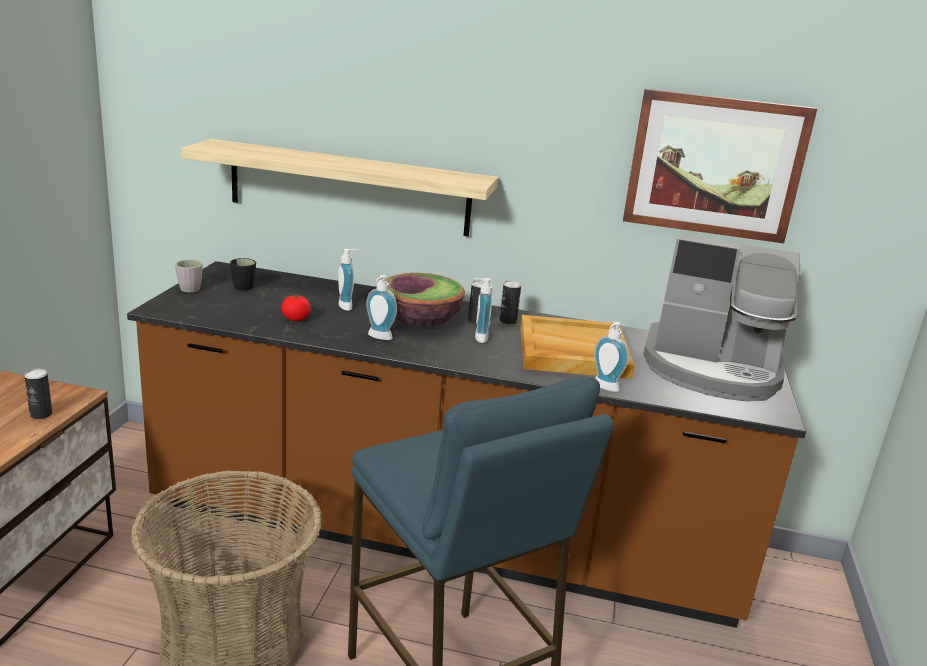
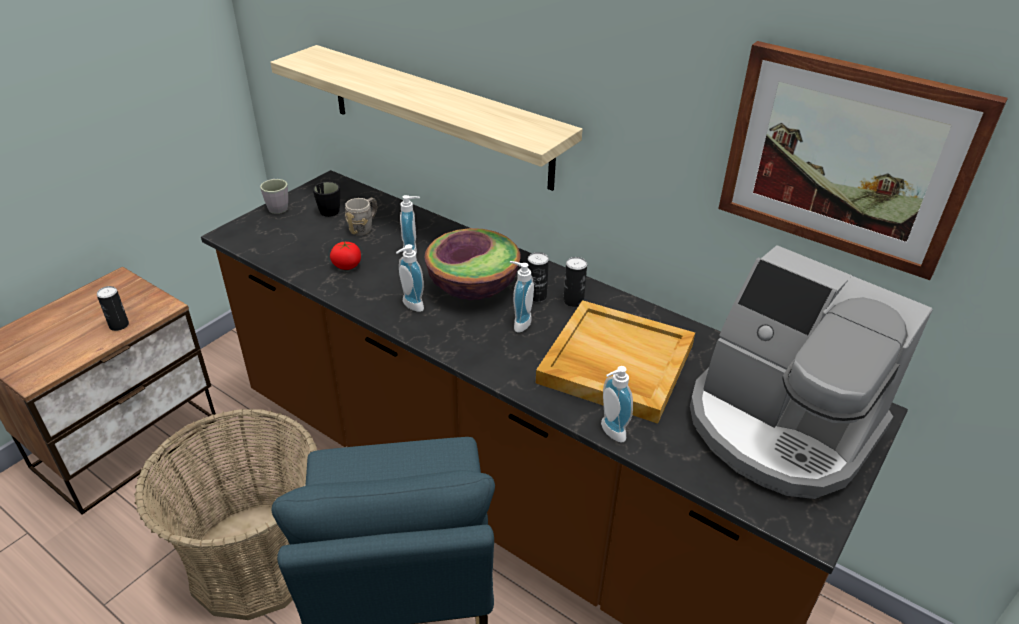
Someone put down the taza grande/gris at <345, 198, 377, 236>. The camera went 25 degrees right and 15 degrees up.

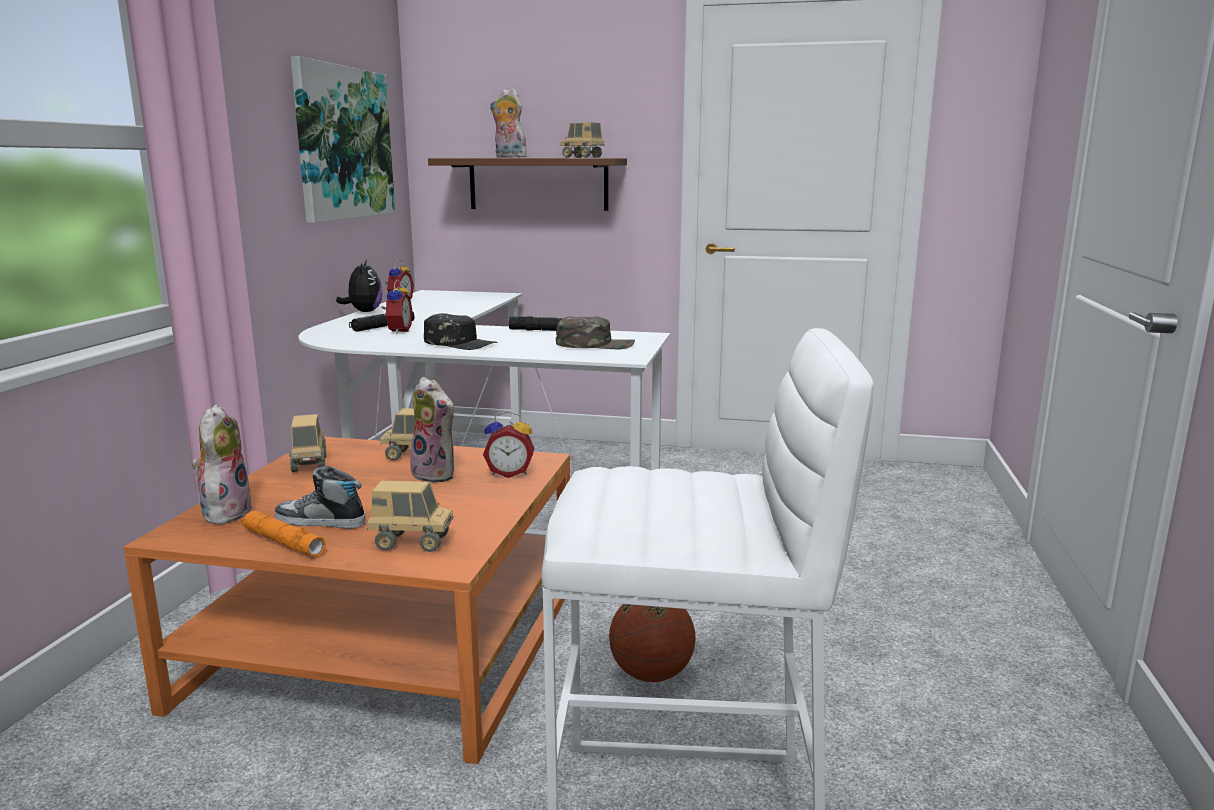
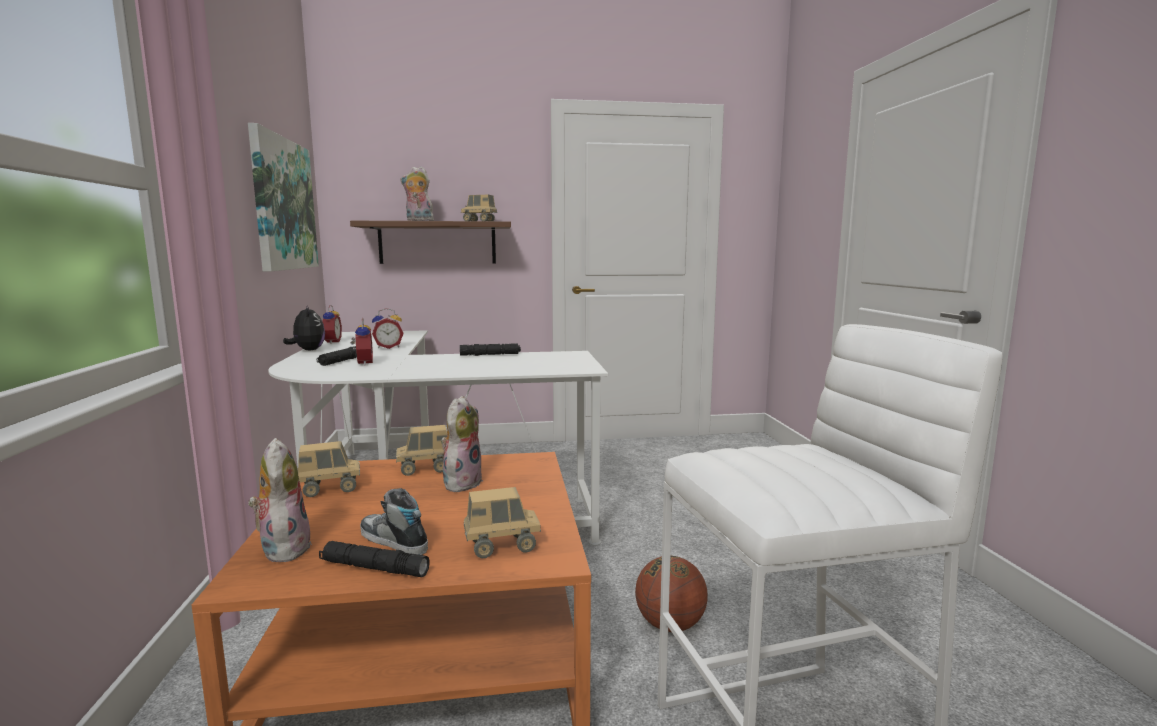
Someone took away the gorra/negro at <424, 313, 498, 350>. Someone took away the gorra/verde at <556, 316, 635, 350>. Someone rotated the peluche at <410, 377, 455, 483> by 90 degrees counterclockwise. Someone carried the despertador from <483, 411, 534, 478> to <372, 308, 404, 349>. Someone rotated the camión de juguete at <289, 414, 327, 472> by 105 degrees clockwise. Someone rotated the zapato at <274, 466, 366, 529> by 45 degrees clockwise. Someone repainted the linterna/naranja at <241, 511, 326, 557>, which became the linterna/negro at <319, 541, 430, 577>. The camera went 20 degrees left and 5 degrees down.

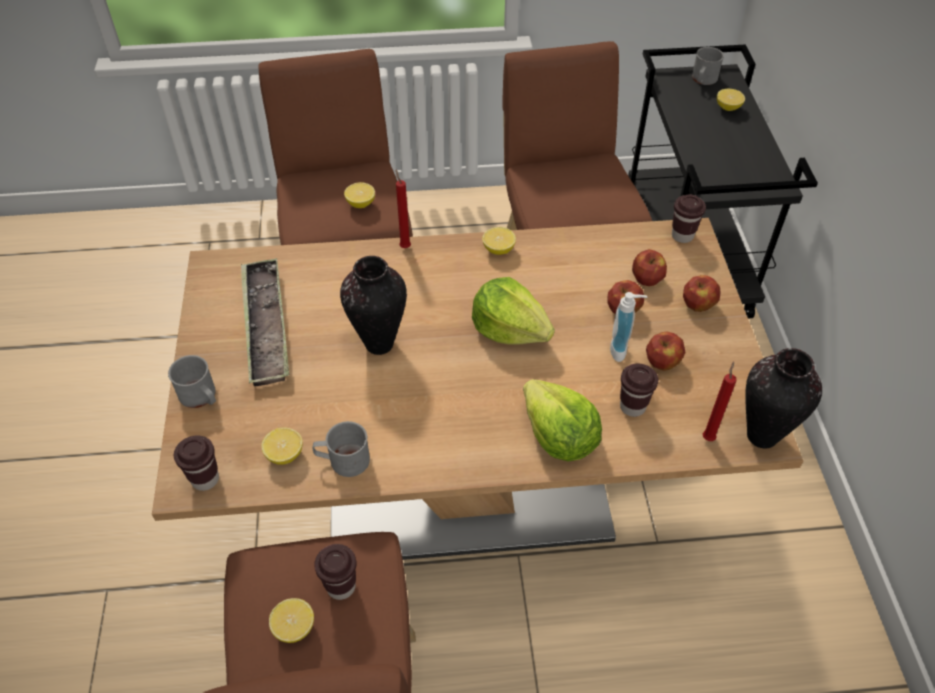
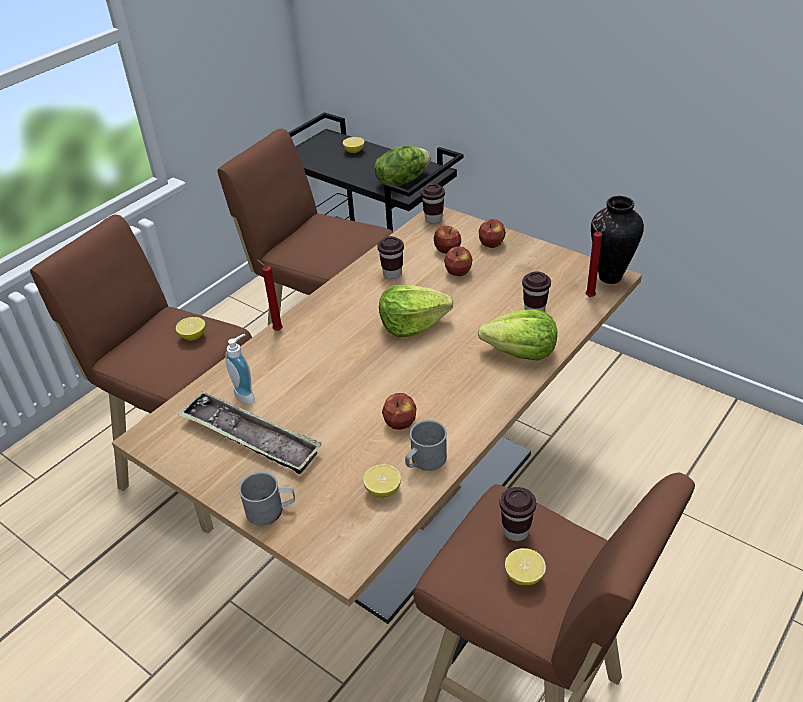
Someone took away the taza grande/gris at <692, 47, 724, 85>. Someone took away the limón at <482, 227, 516, 255>. Someone took away the florero at <340, 256, 407, 355>. Someone carried the dispensador de jabón from <610, 292, 647, 362> to <225, 334, 255, 404>. Someone carried the manzana from <646, 331, 685, 371> to <382, 393, 417, 430>. Someone carried the taza/marrón from <174, 435, 219, 491> to <377, 236, 404, 279>. Someone put down the lechuga at <374, 146, 431, 186>. The camera went 45 degrees left and 10 degrees down.

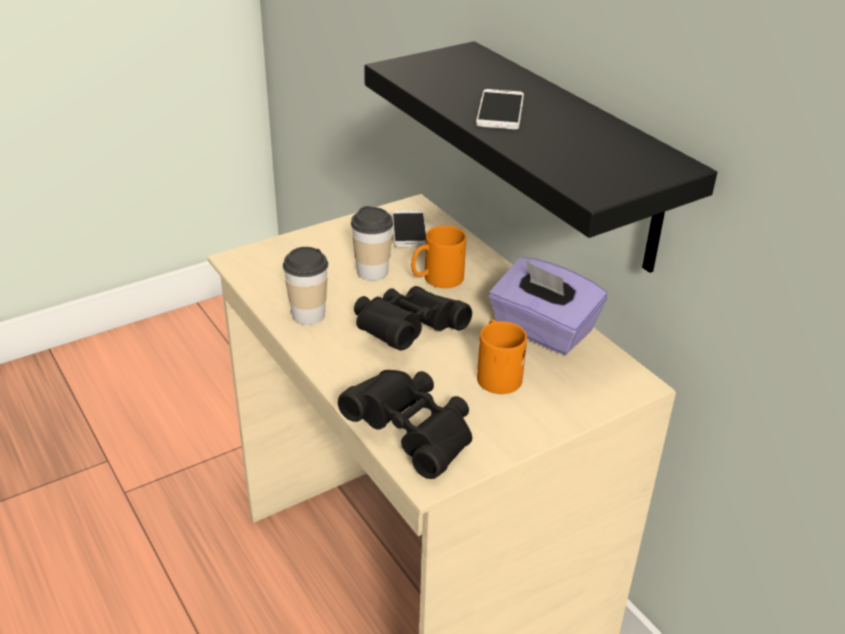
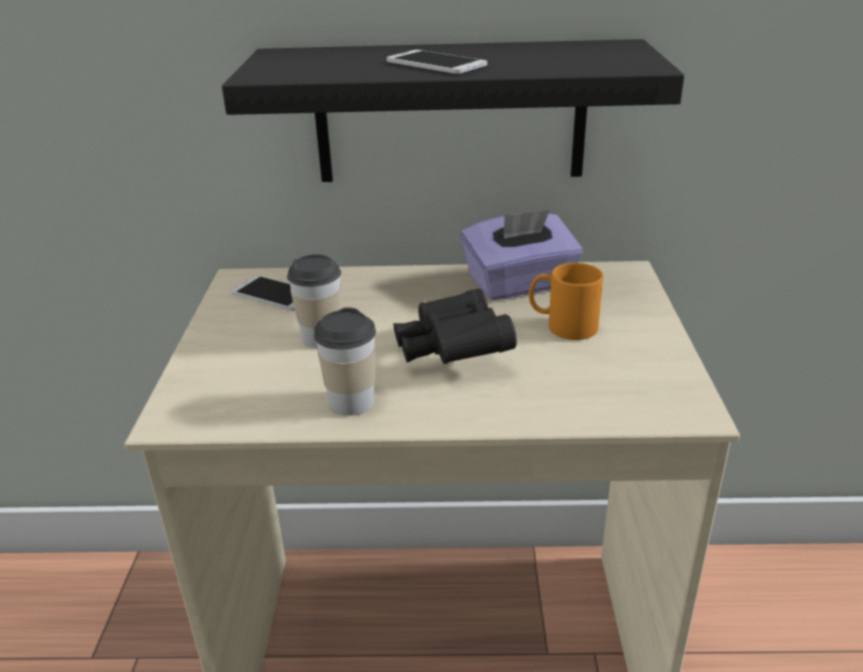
Someone took away the taza grande/naranja at <411, 226, 466, 288>. Someone took away the prismáticos/negro at <338, 370, 472, 479>. The camera went 55 degrees left and 5 degrees down.

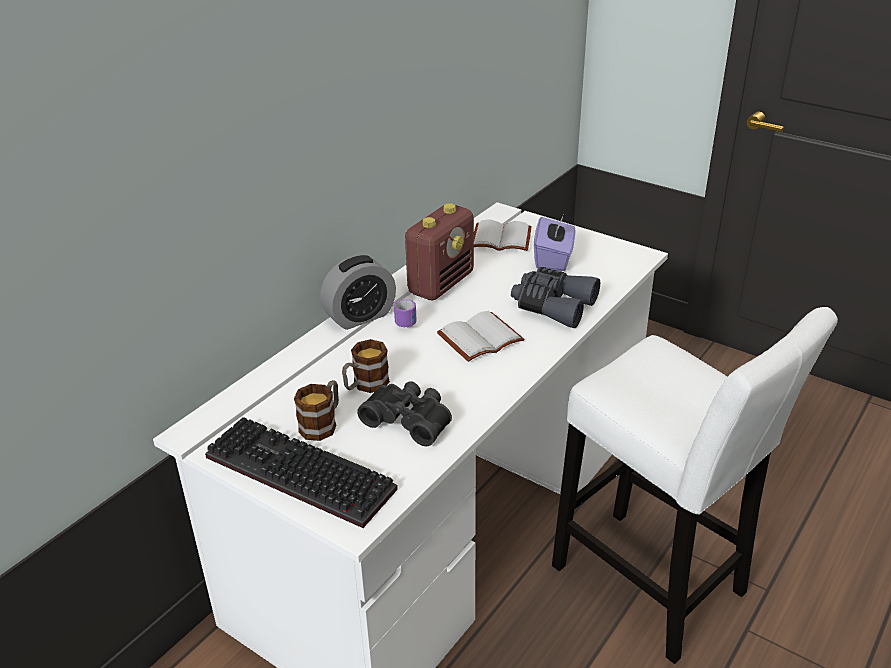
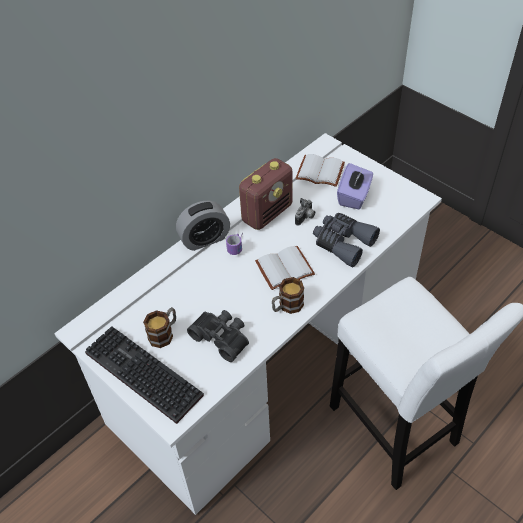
Someone carried the taza grande from <342, 339, 390, 393> to <272, 277, 304, 314>. Someone put down the cámara at <295, 198, 315, 225>. The camera went 10 degrees right and 15 degrees up.

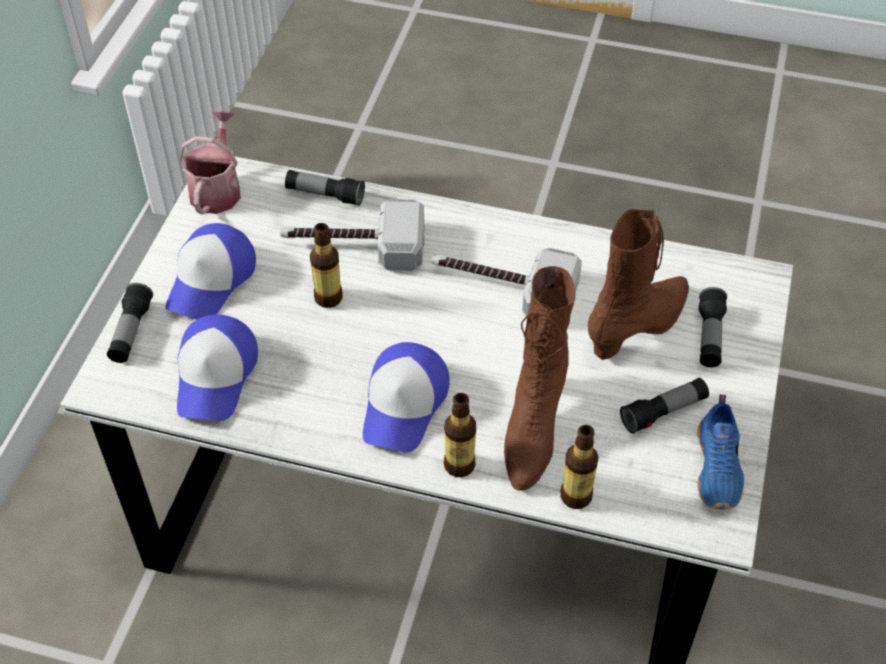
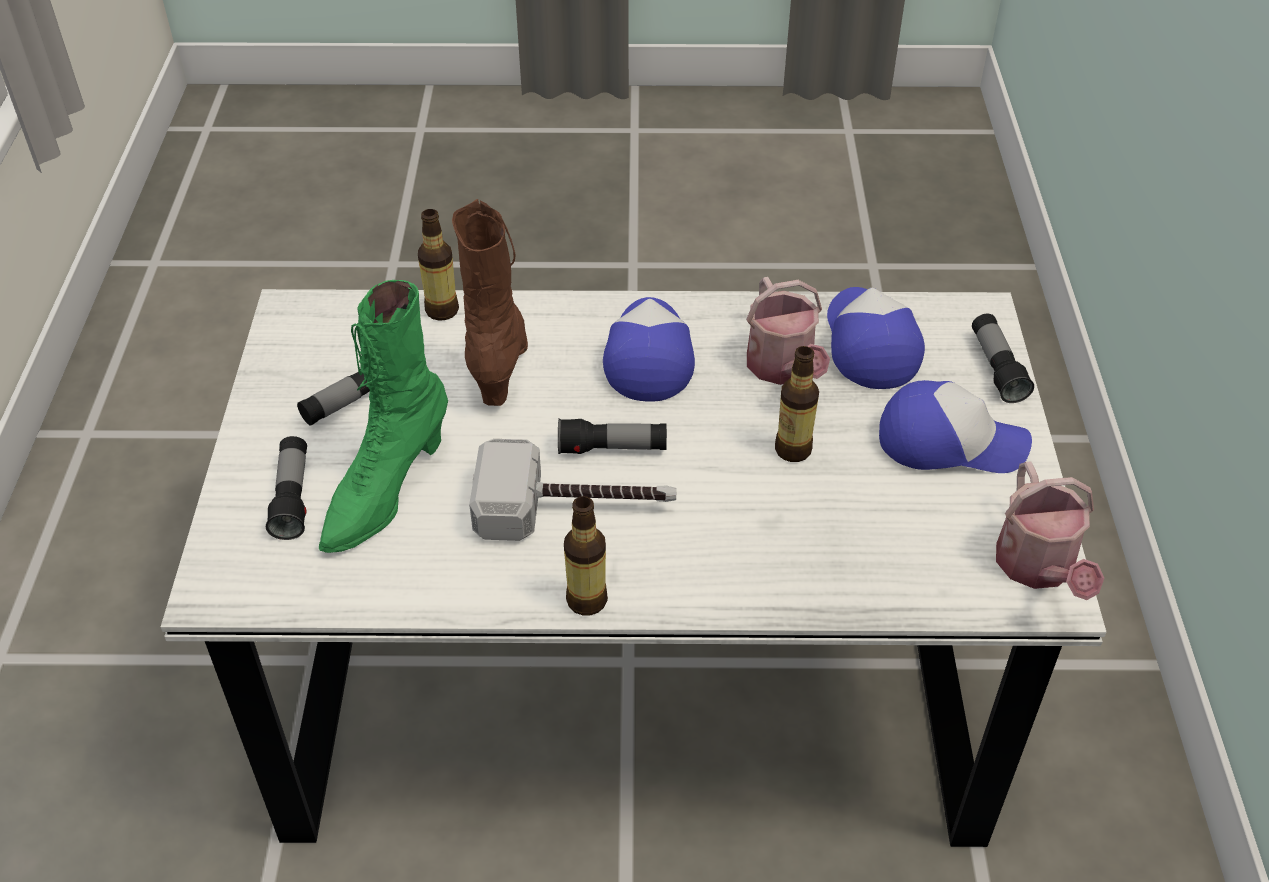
Someone carried the linterna from <285, 170, 365, 206> to <558, 418, 667, 454>. Someone took away the martillo at <280, 199, 425, 271>. Someone repainted the bota/marrón at <588, 209, 689, 360>, which became the bota/verde at <319, 280, 448, 553>. Someone rotated the gorra at <166, 223, 256, 320> by 90 degrees clockwise. Someone carried the botella from <444, 393, 476, 477> to <564, 496, 608, 615>. Someone took away the zapato/azul at <697, 394, 744, 509>. Someone put down the regadera at <746, 277, 830, 385>. The camera went 165 degrees right and 5 degrees down.

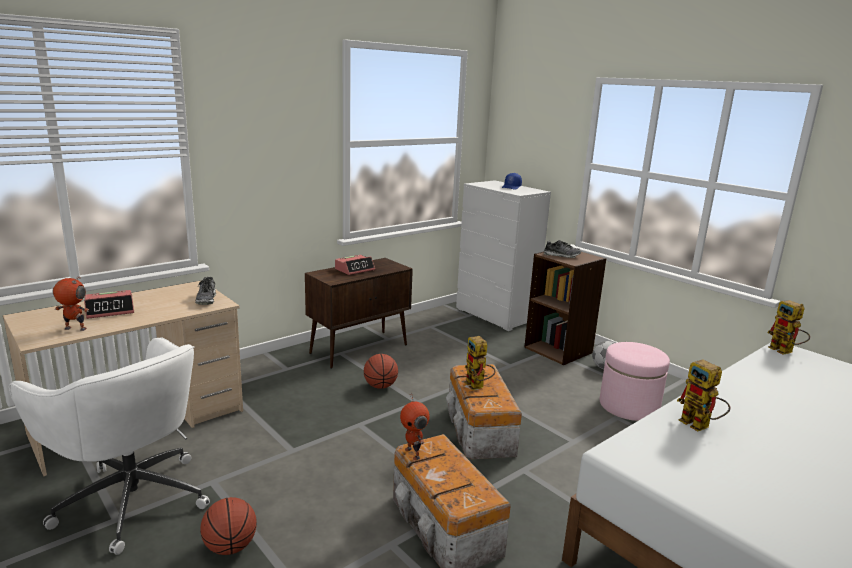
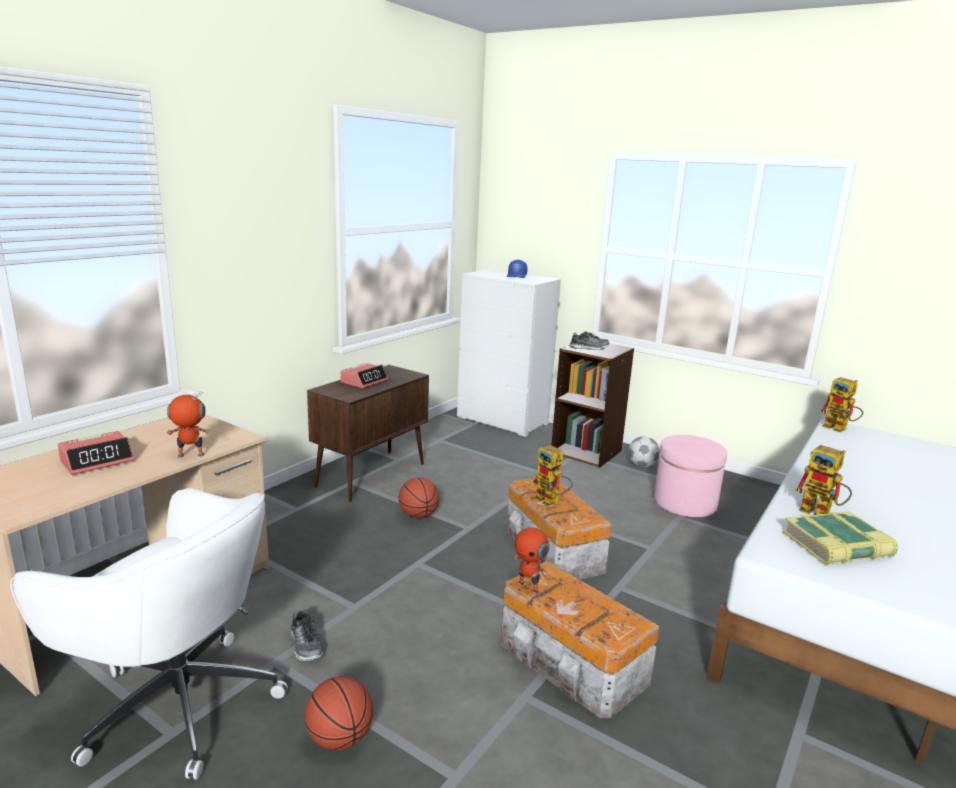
Someone carried the robot de juguete from <53, 276, 89, 331> to <166, 391, 210, 457>. Someone carried the zapato from <195, 277, 216, 305> to <291, 609, 323, 661>. Someone put down the libro at <783, 511, 898, 564>. The camera went 15 degrees left and 0 degrees up.

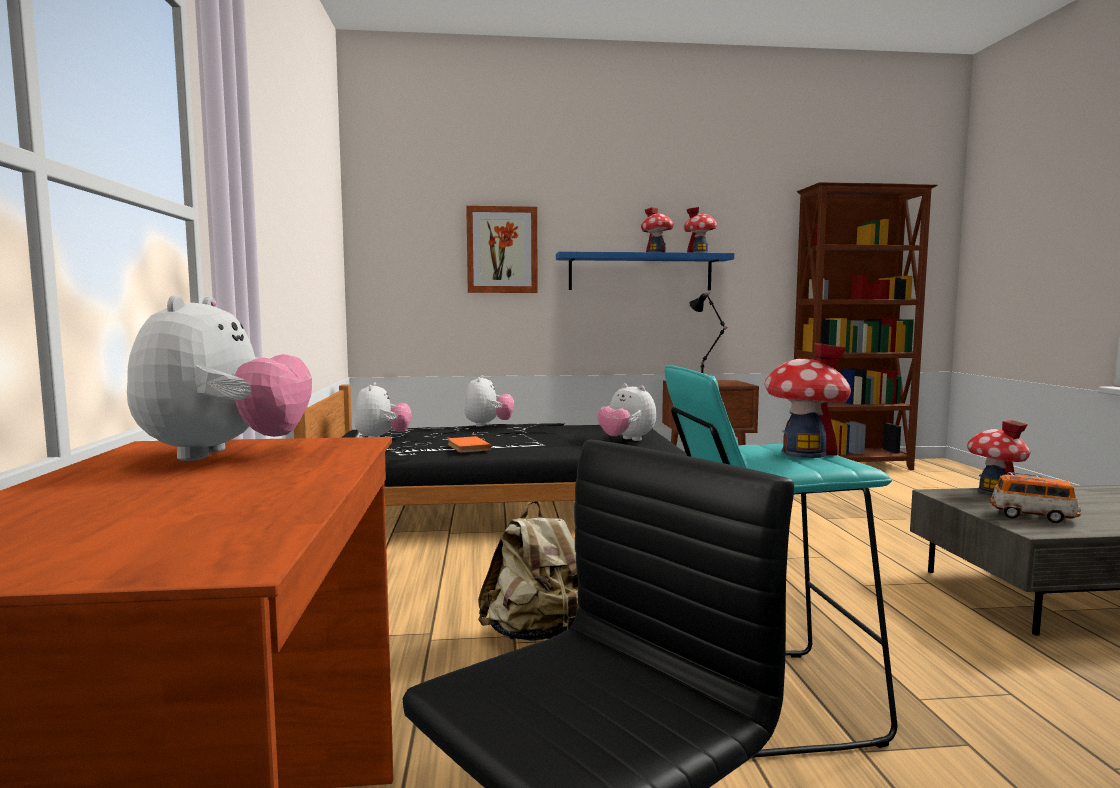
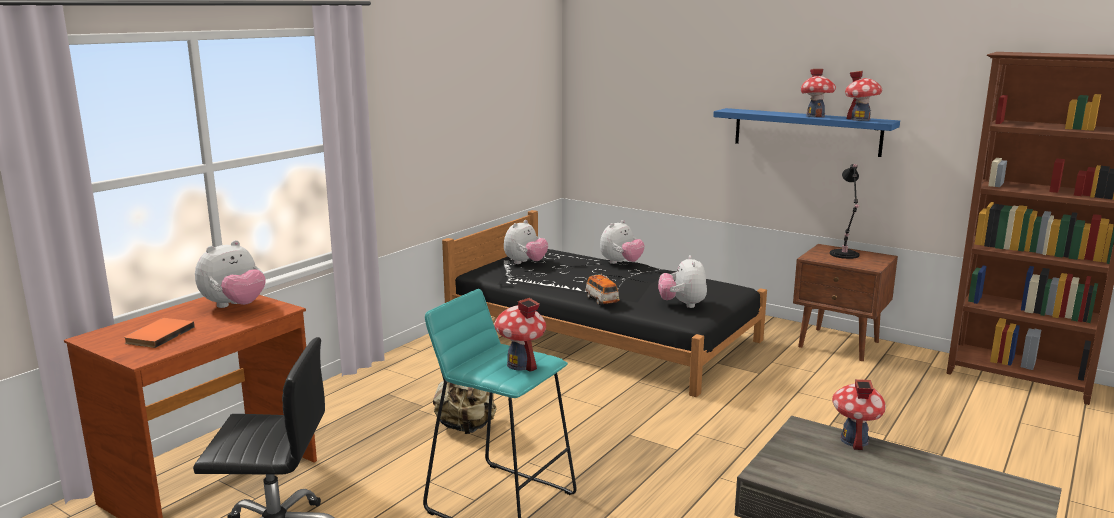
Someone took away the cuadro at <466, 206, 538, 293>. Someone carried the libro/naranja from <448, 436, 491, 453> to <124, 318, 195, 348>. Someone carried the coche de juguete from <990, 472, 1081, 523> to <585, 274, 620, 305>. The camera went 40 degrees right and 10 degrees up.

